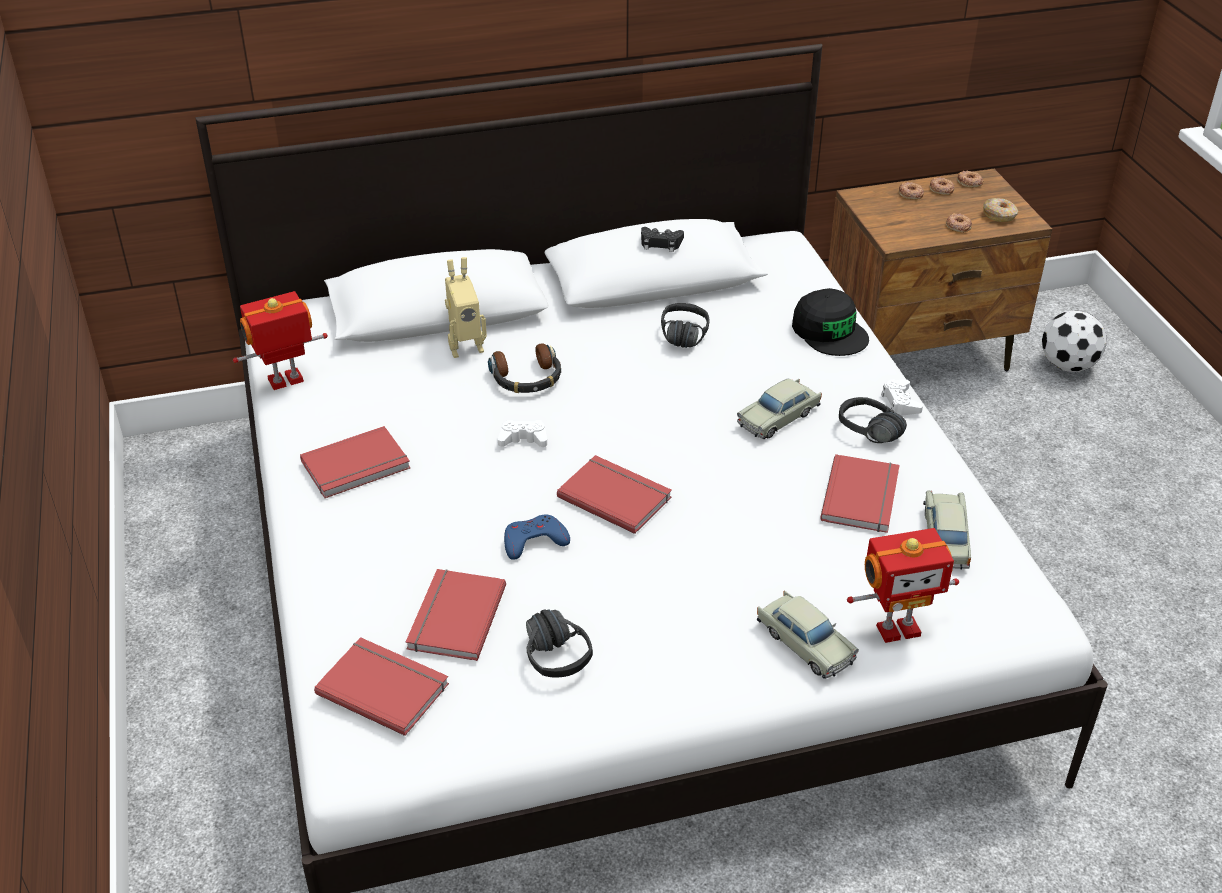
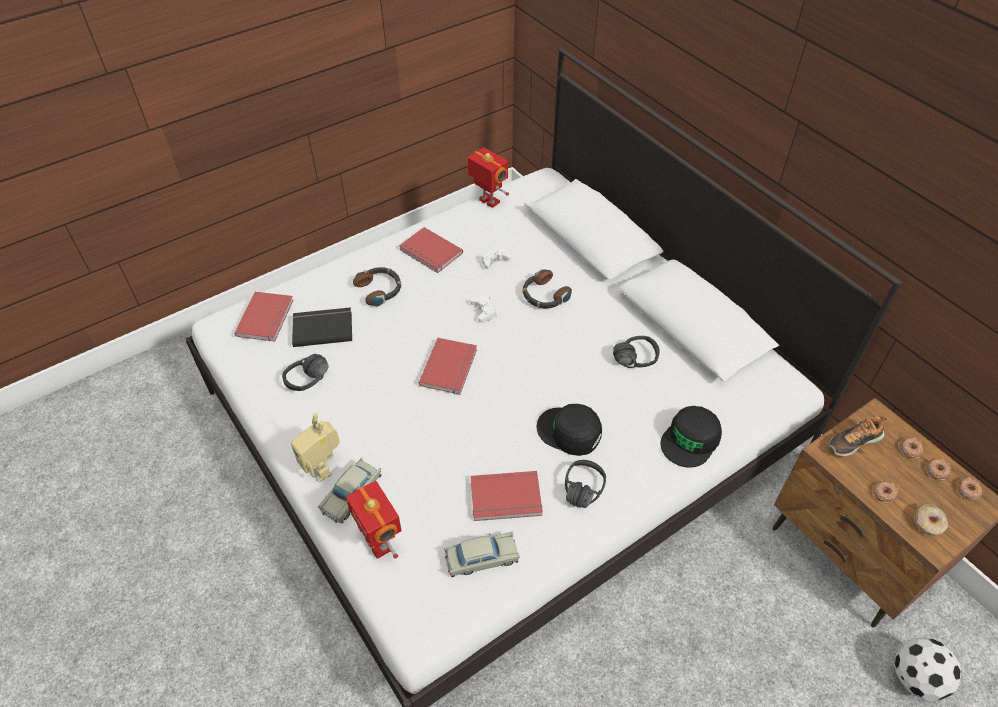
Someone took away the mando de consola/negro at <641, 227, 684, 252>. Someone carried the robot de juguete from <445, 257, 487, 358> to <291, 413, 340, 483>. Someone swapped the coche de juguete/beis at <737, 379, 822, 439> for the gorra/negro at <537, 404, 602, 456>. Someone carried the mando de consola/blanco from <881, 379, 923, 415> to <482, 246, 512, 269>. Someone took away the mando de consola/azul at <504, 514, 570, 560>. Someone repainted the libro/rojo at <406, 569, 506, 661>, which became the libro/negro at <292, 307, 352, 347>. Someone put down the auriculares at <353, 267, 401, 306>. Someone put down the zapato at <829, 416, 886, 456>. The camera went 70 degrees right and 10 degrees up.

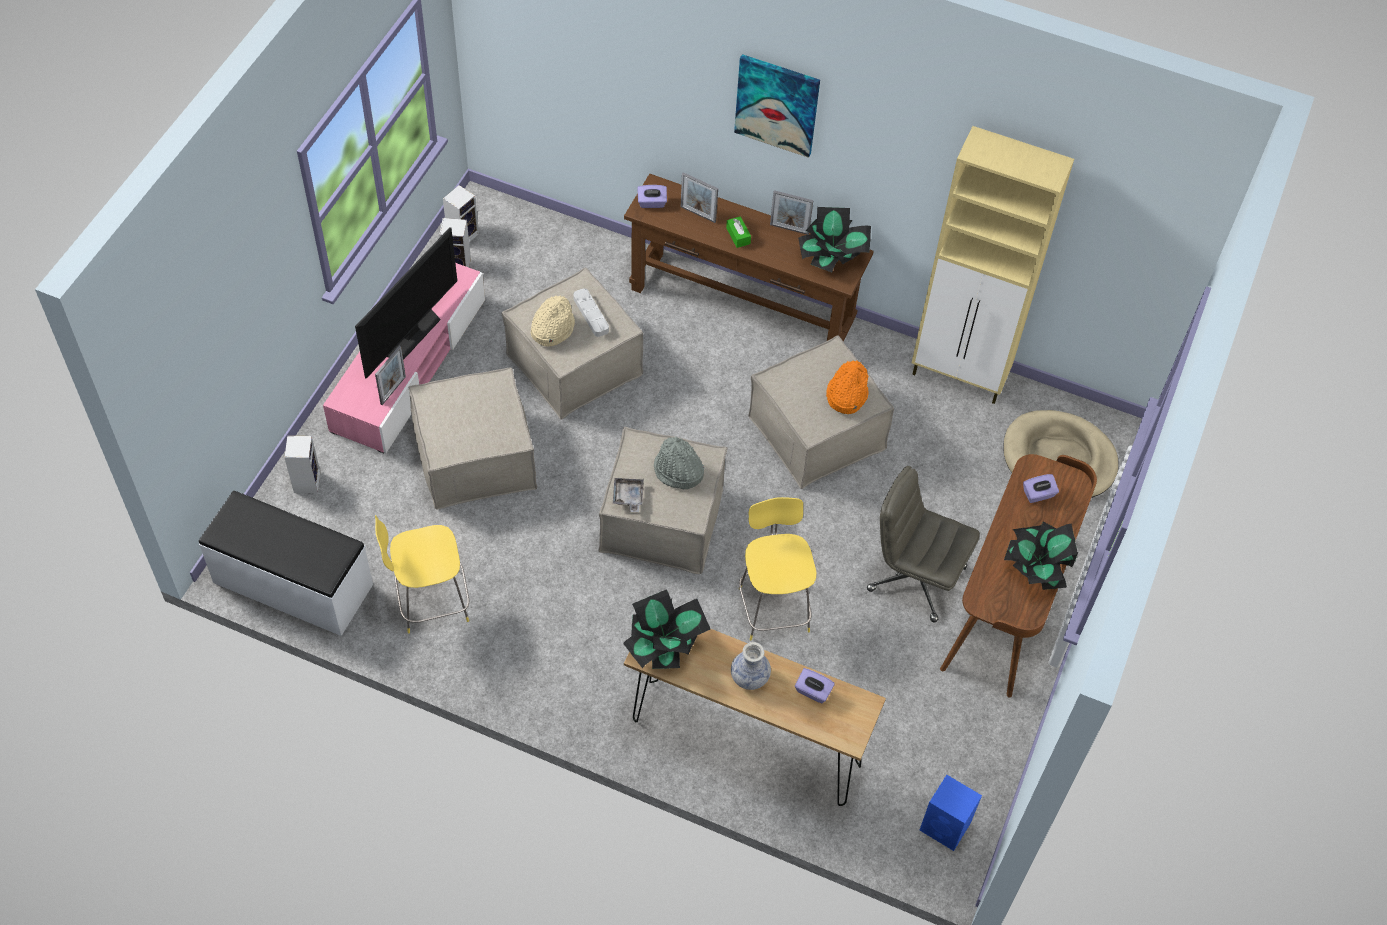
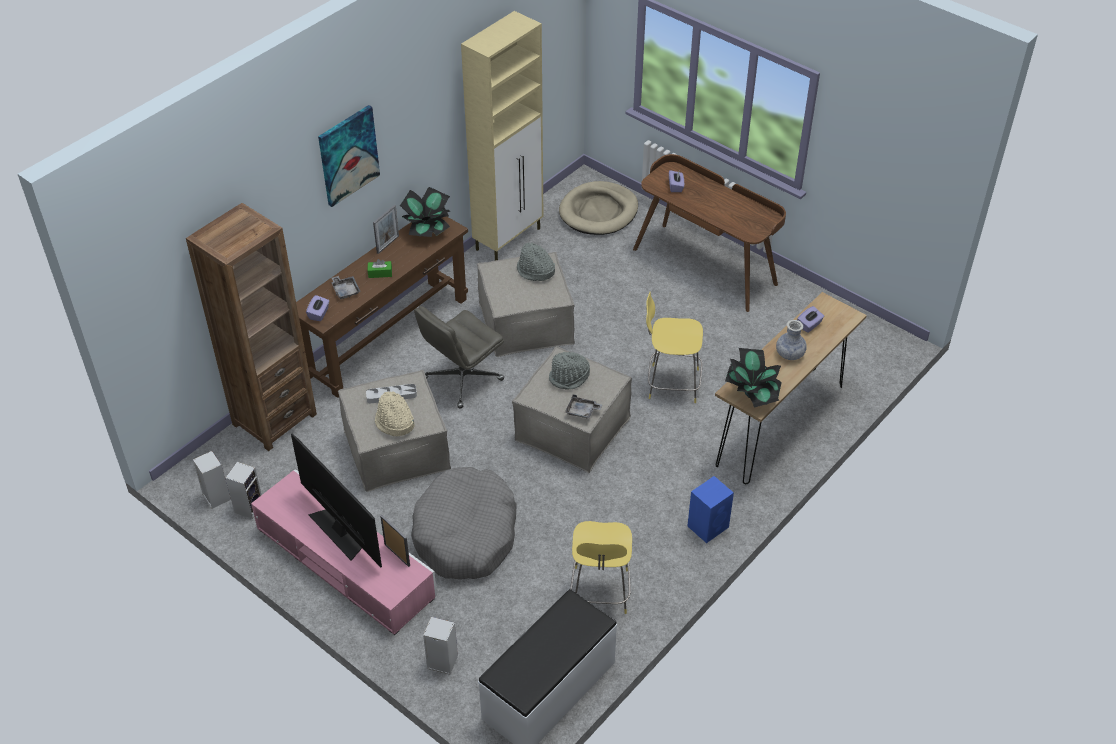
Someone swapped the portarretratos at <681, 172, 718, 223> for the bandeja/gris at <331, 276, 361, 299>. Someone repainted the sombrero/naranja at <826, 360, 869, 414>, which became the sombrero/gris at <517, 242, 555, 281>. Someone swapped the puf/beis at <408, 367, 537, 510> for the cama para perro/gris at <411, 467, 517, 580>. Someone carried the silla de oficina/gris from <867, 466, 980, 622> to <414, 306, 504, 409>. Someone took away the planta en maceta at <1004, 522, 1078, 590>. Someone carried the altavoz/azul from <920, 775, 982, 851> to <687, 476, 734, 543>. Someone put down the estantería/marrón at <186, 203, 317, 451>. The camera went 70 degrees left and 10 degrees down.

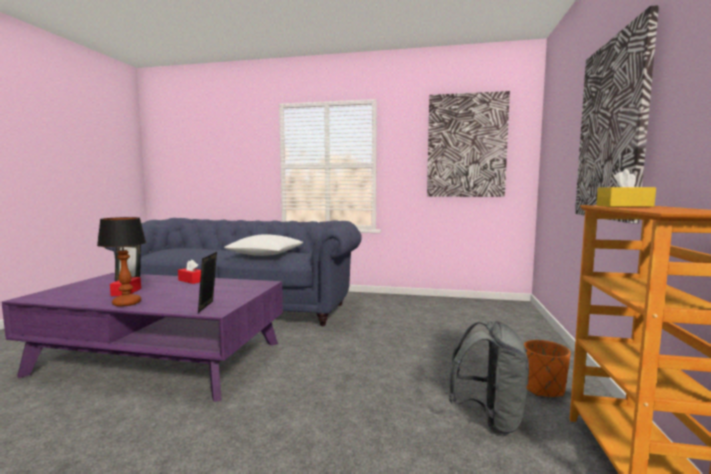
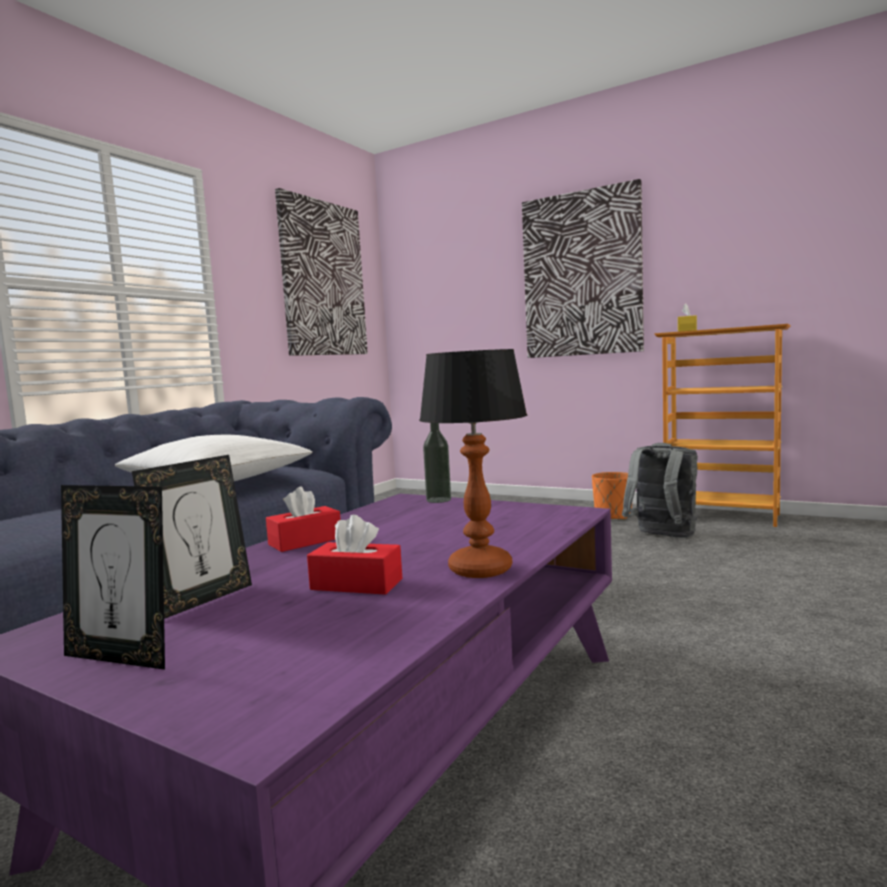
Someone carried the portarretratos from <198, 252, 217, 313> to <61, 485, 165, 670>. Someone put down the botella at <423, 423, 451, 503>. The camera went 70 degrees left and 0 degrees up.

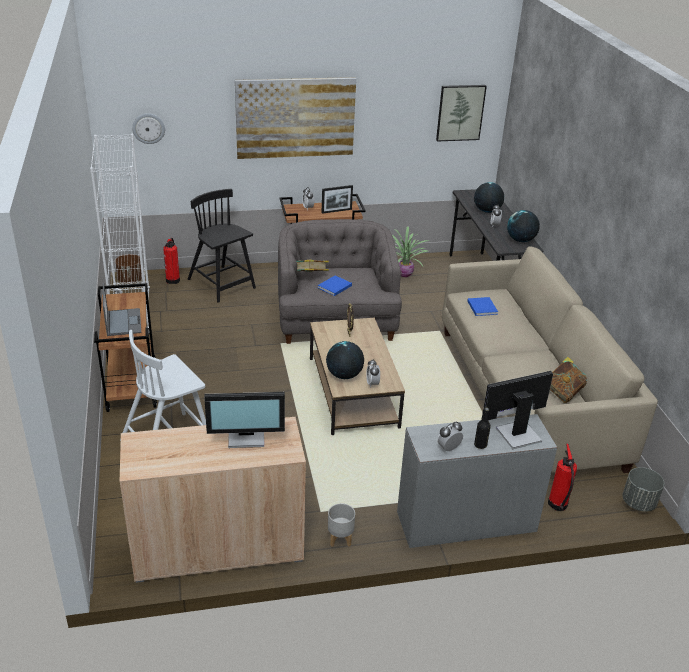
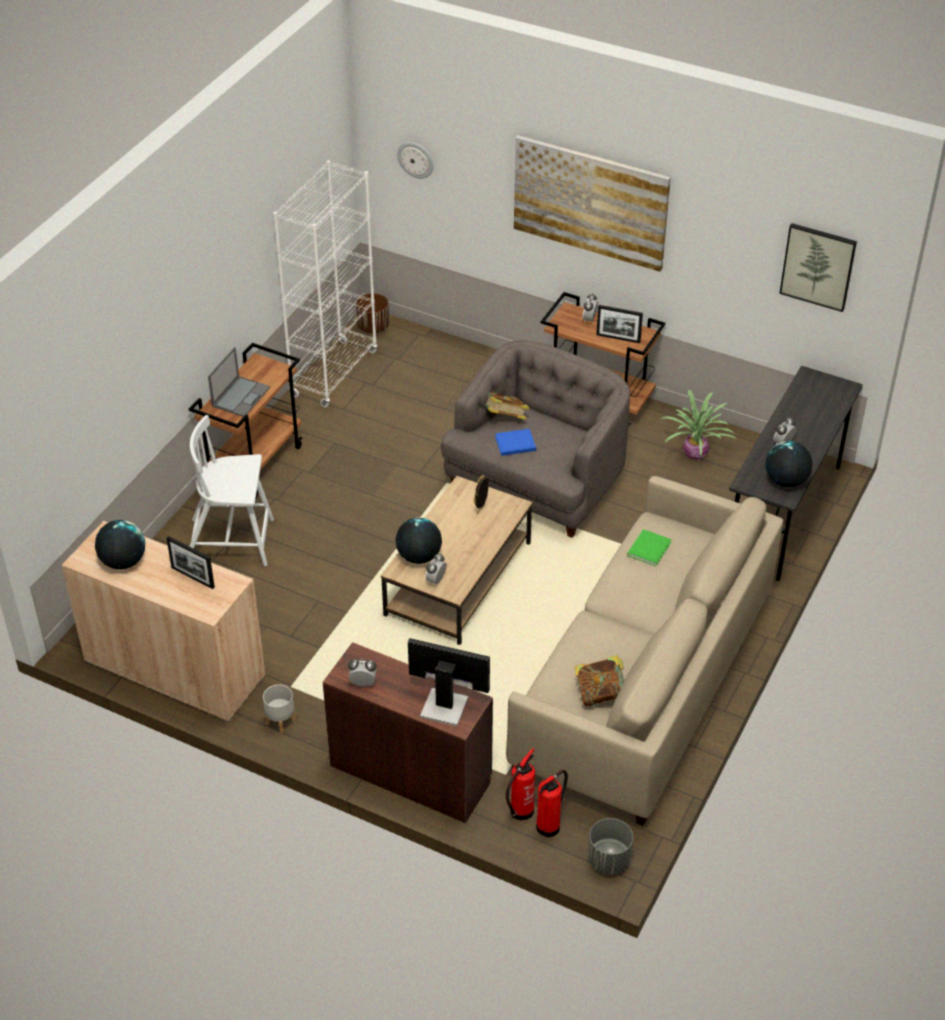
Someone carried the globo terráqueo from <474, 182, 504, 213> to <95, 520, 145, 570>. Someone took away the silla/negro at <187, 189, 256, 303>. Someone carried the extintor from <163, 238, 180, 284> to <536, 770, 568, 837>. Someone repainted the libro/azul at <467, 297, 498, 316>, which became the libro/verde at <627, 529, 672, 566>. Someone swapped the monitor at <204, 392, 285, 448> for the portarretratos at <167, 536, 215, 589>. Someone took away the botella/negro at <474, 408, 491, 449>. Someone repainted the escritorio/gris at <397, 414, 557, 548>, which became the escritorio/marrón at <323, 642, 493, 823>. The camera went 40 degrees right and 10 degrees up.

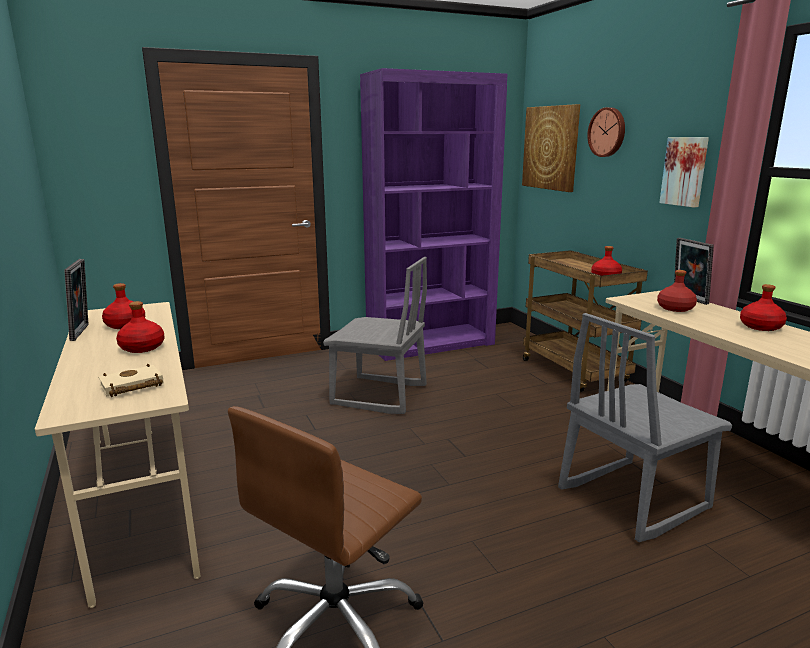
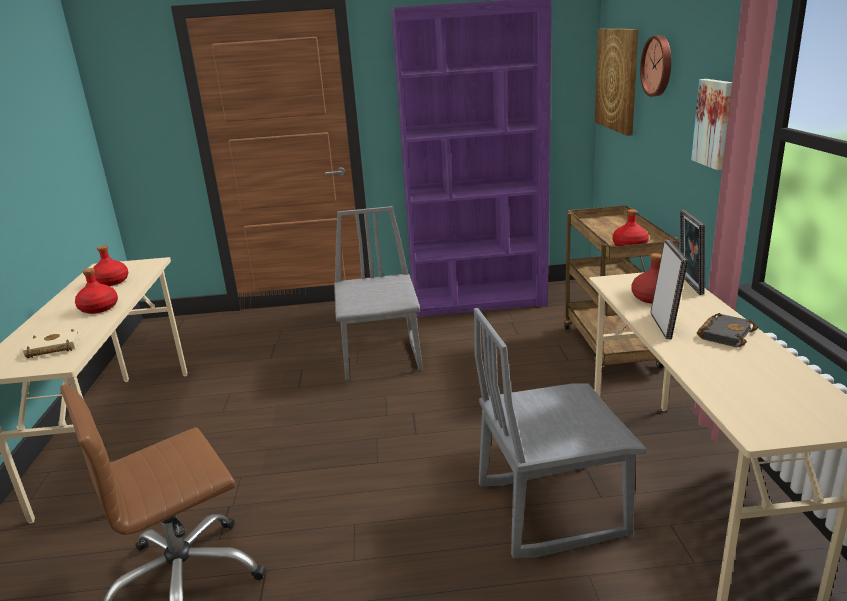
Someone rotated the silla/gris at <323, 257, 427, 414> by 135 degrees counterclockwise. Someone carried the portarretratos from <64, 259, 88, 341> to <651, 240, 688, 339>. Someone swapped the botella/rojo at <740, 284, 787, 331> for the libro/negro at <697, 313, 758, 347>. The camera went 20 degrees right and 5 degrees up.

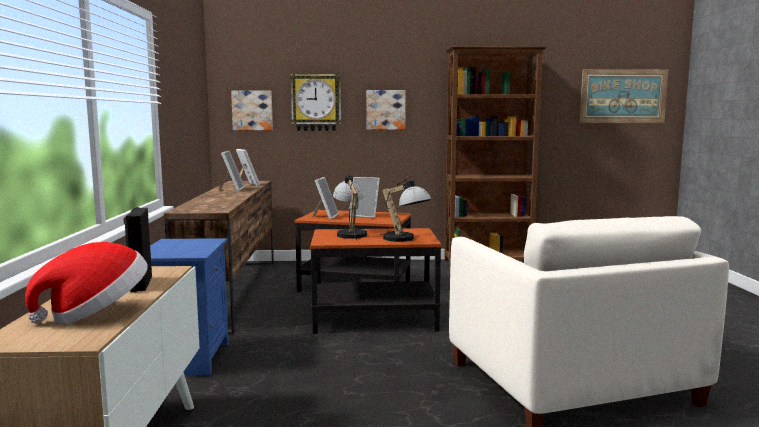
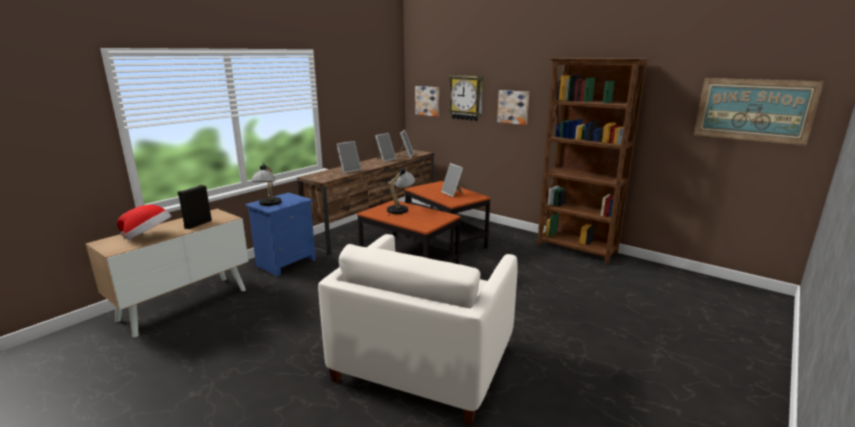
Someone carried the portarretratos from <312, 177, 339, 219> to <337, 141, 361, 173>. Someone carried the lámpara de mesa from <379, 177, 431, 242> to <251, 164, 281, 206>. The camera went 40 degrees right and 10 degrees up.

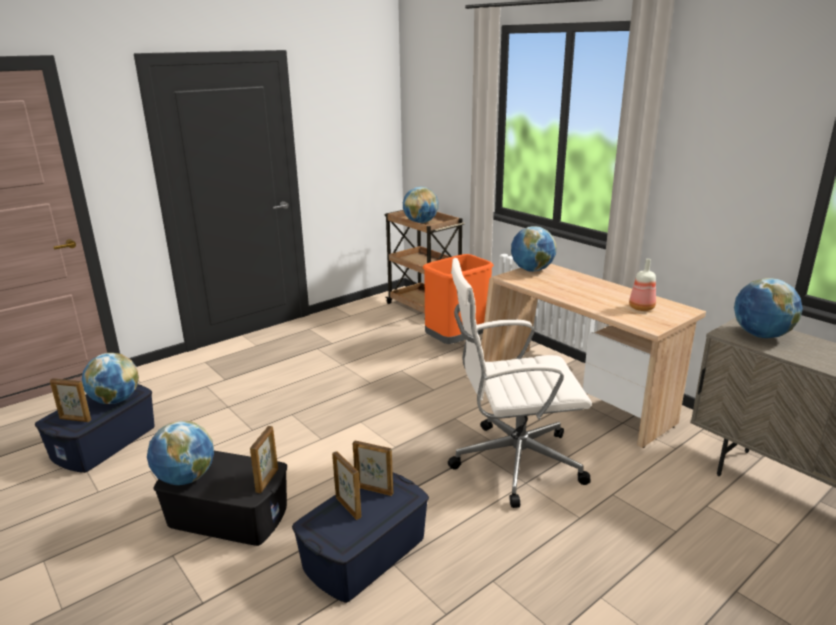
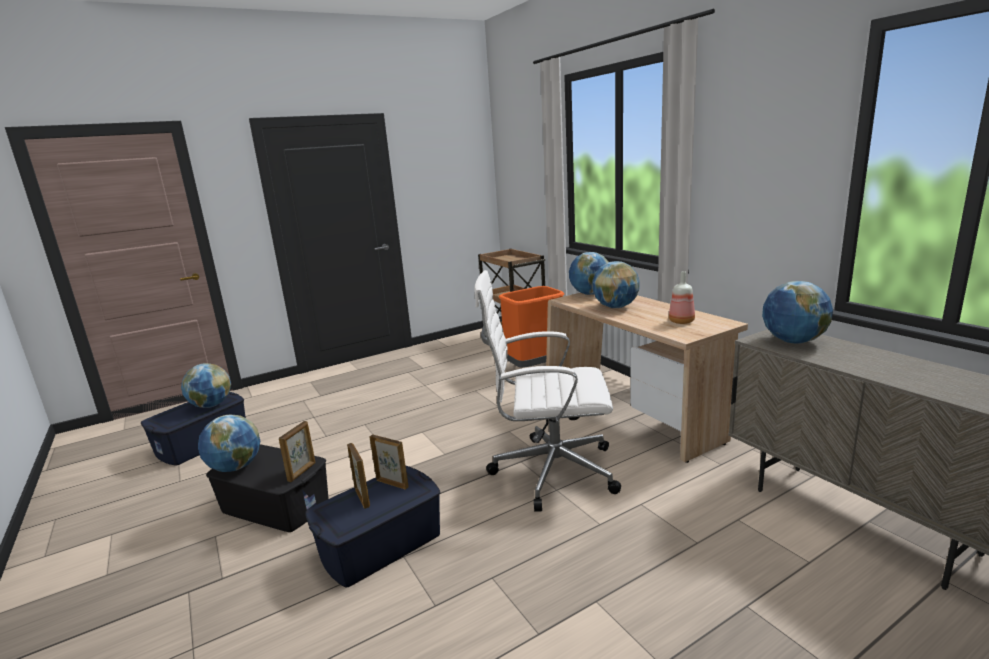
Someone carried the globo terráqueo from <403, 187, 439, 223> to <592, 261, 640, 308>. Someone took away the portarretratos at <50, 378, 91, 422>. The camera went 10 degrees right and 5 degrees down.

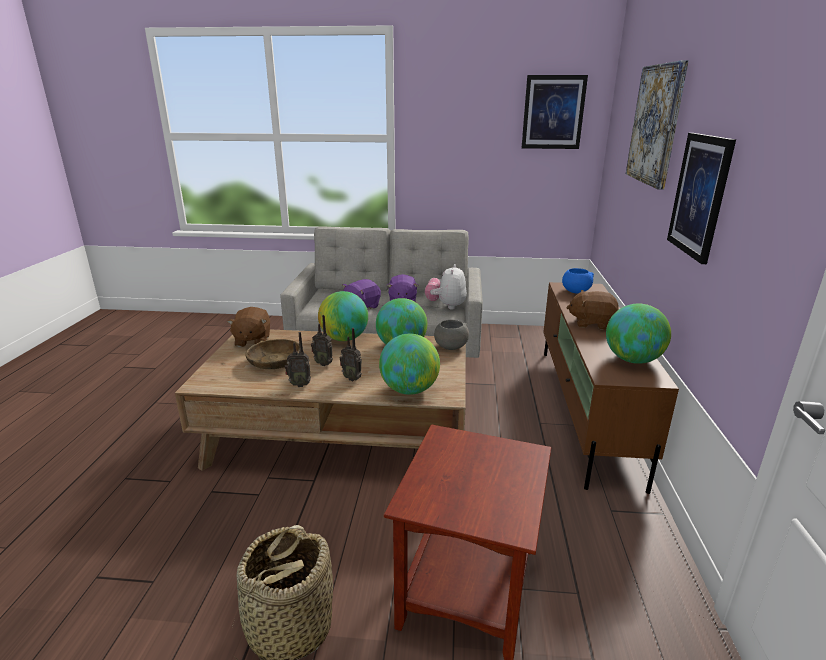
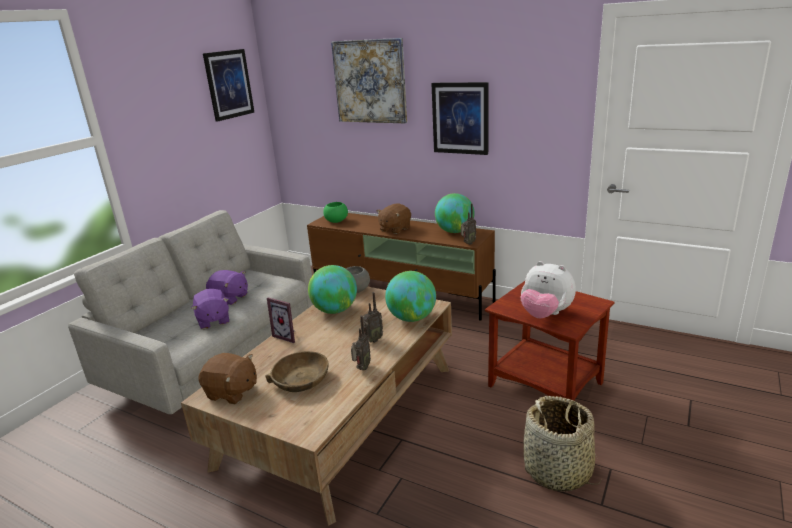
Someone carried the peluche from <425, 264, 467, 309> to <521, 261, 576, 319>. Someone repainted the cuenco/azul at <562, 268, 594, 293>, which became the cuenco/verde at <323, 202, 348, 223>. Someone swapped the globo terráqueo at <318, 291, 368, 341> for the portarretratos at <267, 298, 295, 343>. Someone carried the radio from <311, 315, 333, 366> to <461, 203, 476, 245>. The camera went 65 degrees left and 0 degrees up.

